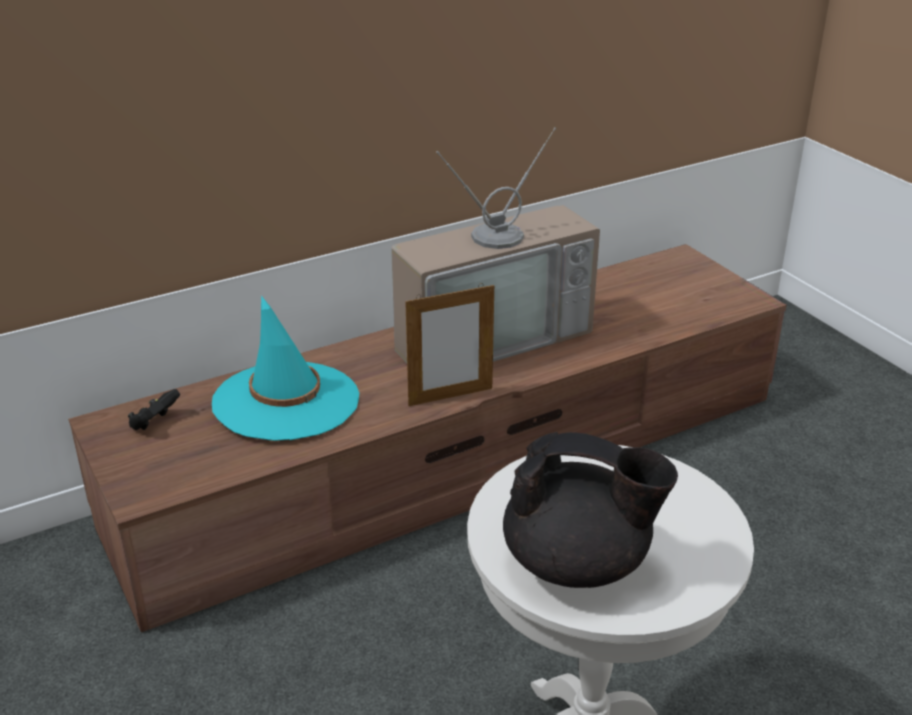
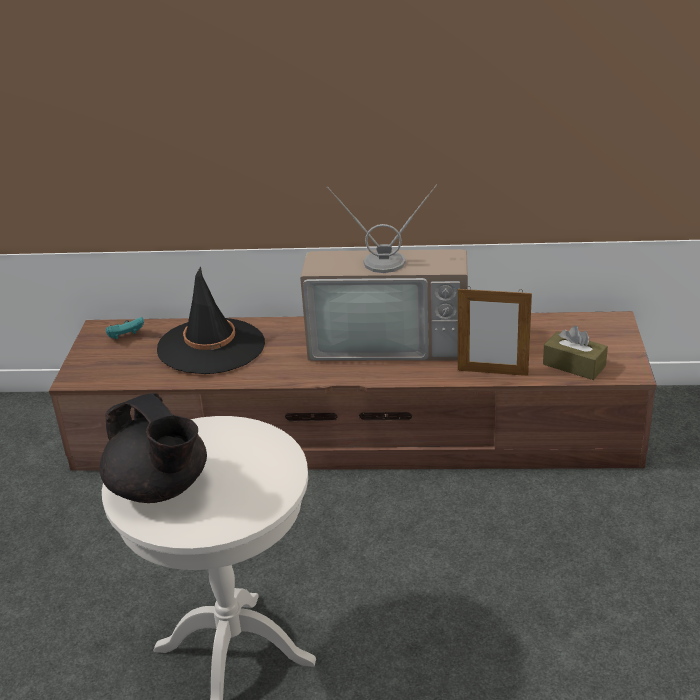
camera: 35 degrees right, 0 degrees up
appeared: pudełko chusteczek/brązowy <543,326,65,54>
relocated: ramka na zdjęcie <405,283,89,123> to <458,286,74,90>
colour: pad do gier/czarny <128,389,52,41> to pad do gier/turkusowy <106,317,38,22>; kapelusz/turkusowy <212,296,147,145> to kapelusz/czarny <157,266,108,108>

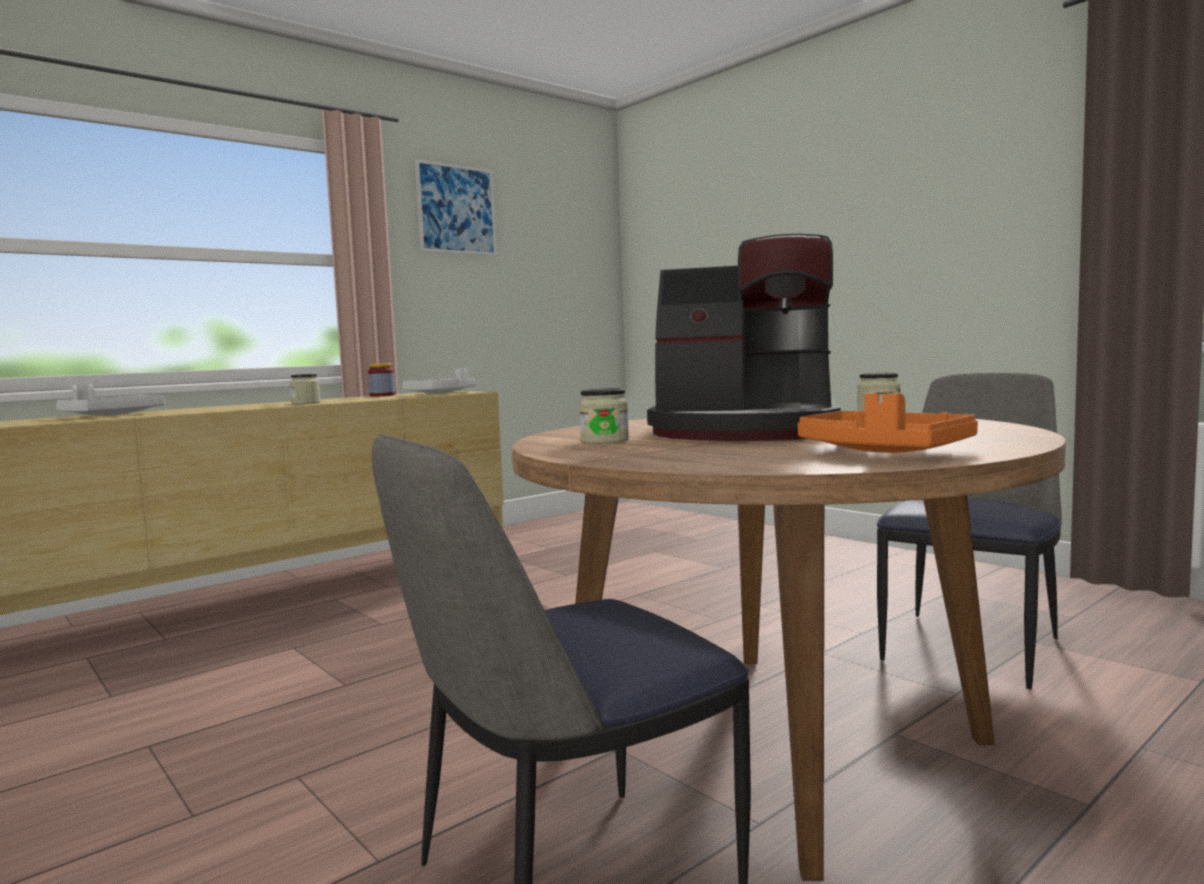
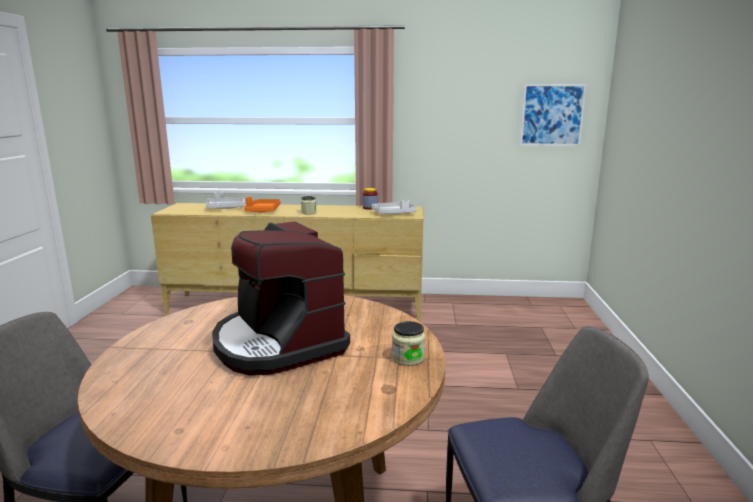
camera: 45 degrees right, 10 degrees up
missing: słoik <579,388,50,56>
relocated: obraz <415,159,82,97> to <520,84,67,62>; taca/pomarańczowy <798,393,180,60> to <244,196,36,16>

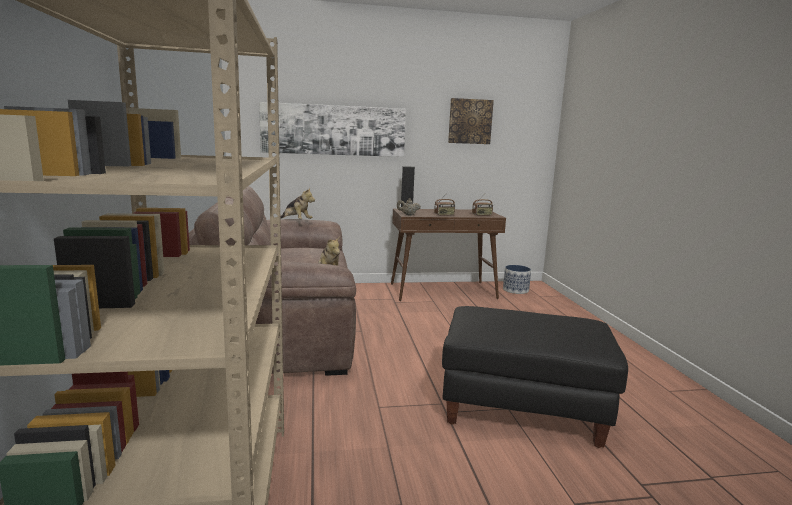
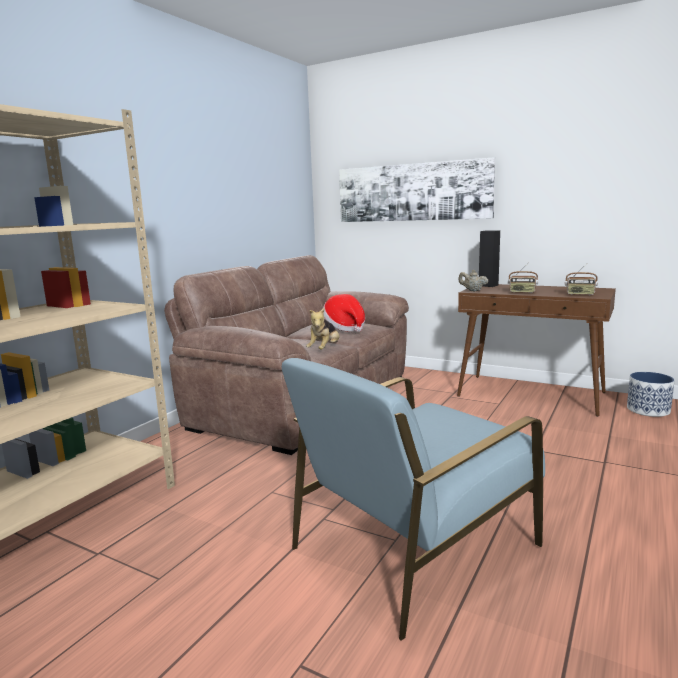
camera: 40 degrees right, 0 degrees up
missing: pluszak <280,188,35,31>; obraz <448,98,46,46>
appeared: kapelusz <323,294,42,38>
exchanged: pufa/czarny <442,306,186,142> to fotel/niebieski <282,358,263,283>

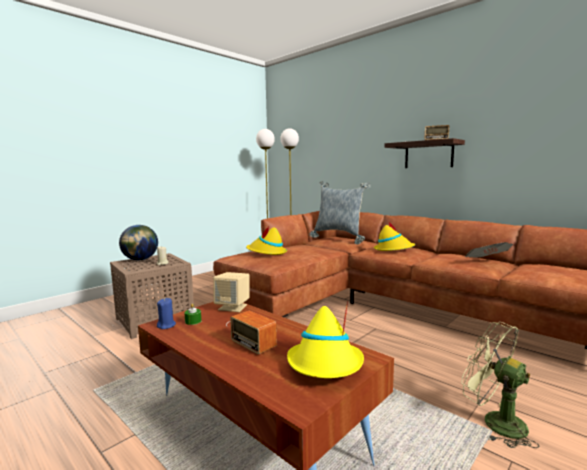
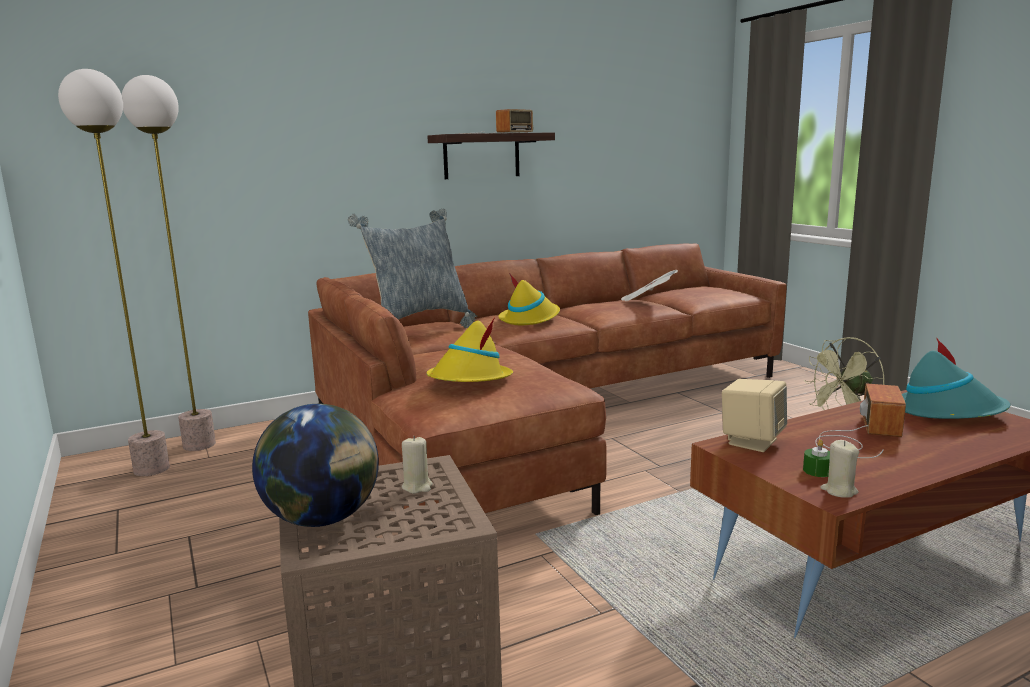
camera: 70 degrees left, 5 degrees up
colour: świeca/niebieski <157,298,19,31> to świeca/beżowy <820,440,39,57>; kapelusz/żółty <287,301,77,77> to kapelusz/turkusowy <902,337,108,82>
spun: radio <226,310,51,44> = <815,383,91,75> 45 degrees counterclockwise

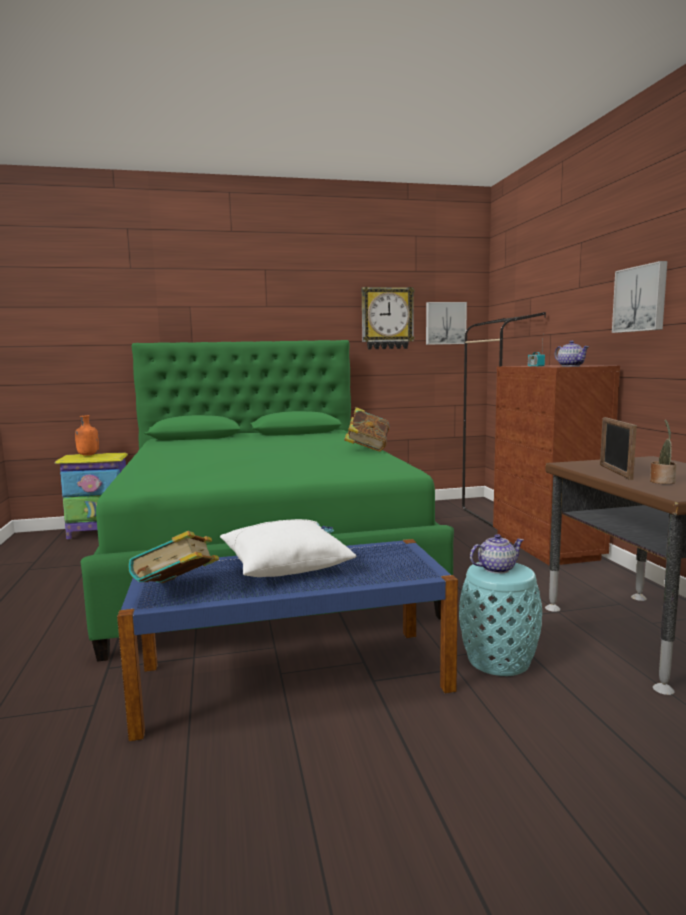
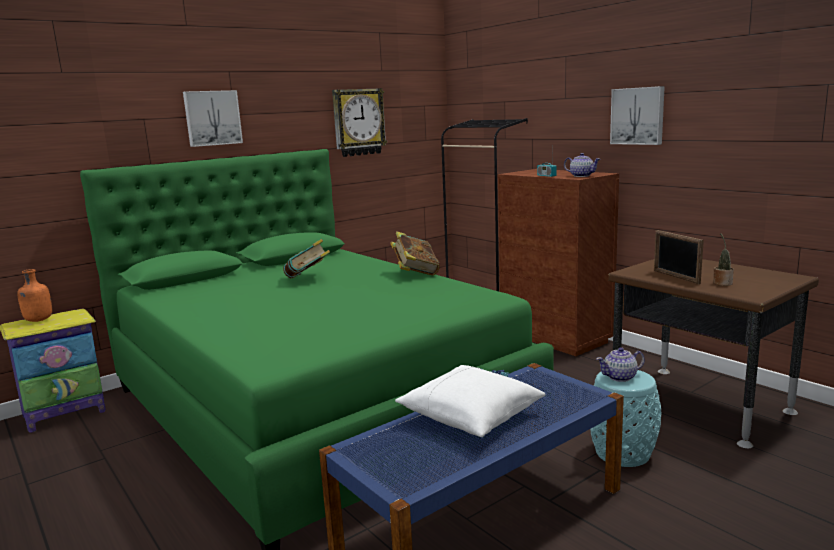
camera: 25 degrees left, 5 degrees up
relocated: książka <128,531,91,52> to <283,239,47,39>; obraz <426,302,41,43> to <183,90,60,57>
spun: imbryk <470,534,54,40> = <596,347,49,35> 150 degrees counterclockwise

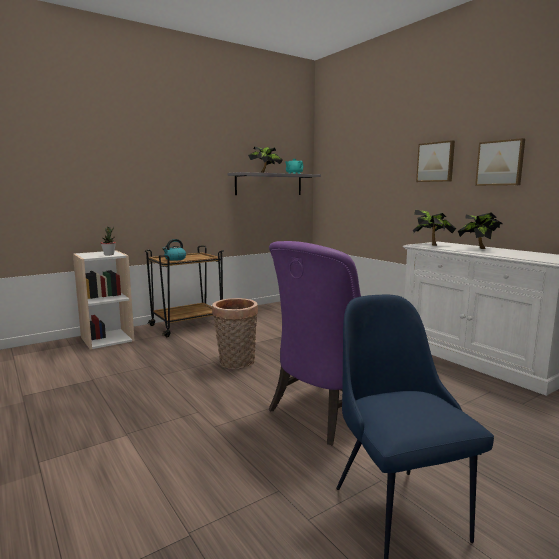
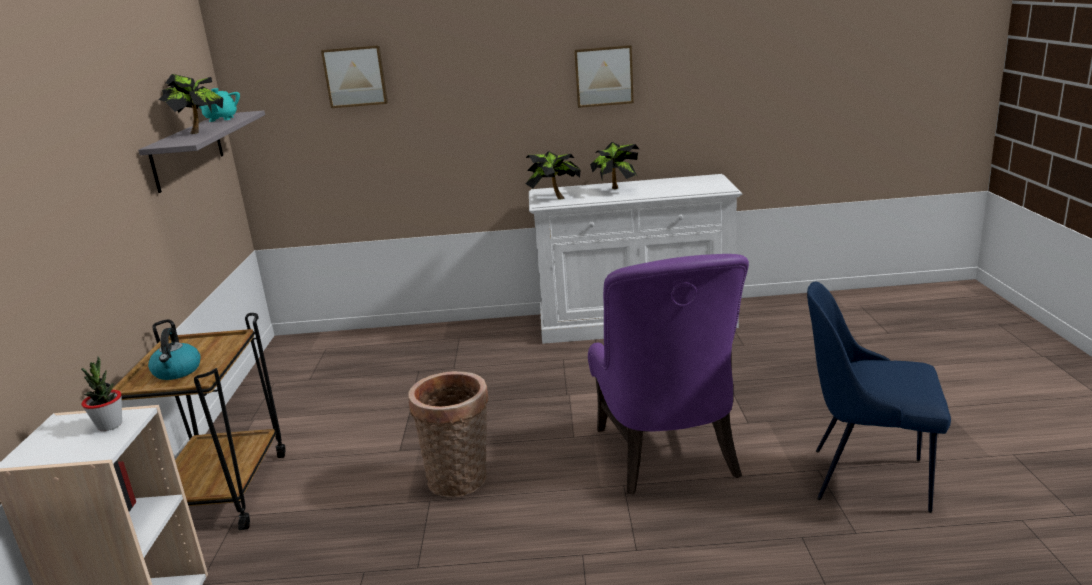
camera: 55 degrees left, 10 degrees up
relocated: obraz <416,140,39,42> to <321,45,67,63>

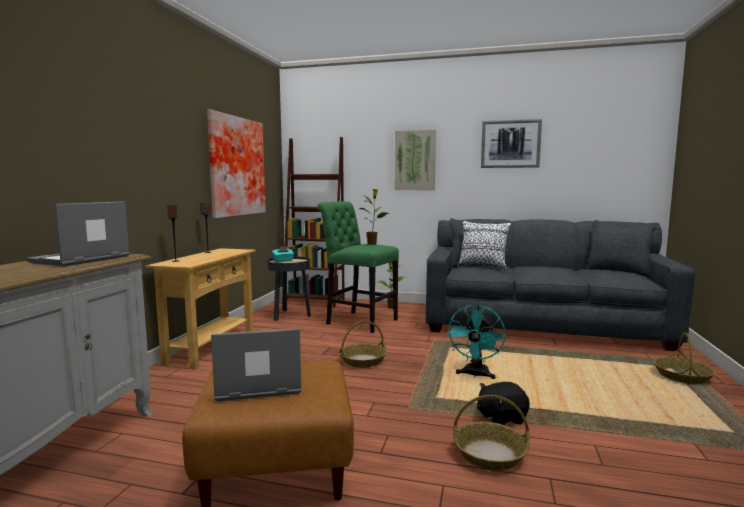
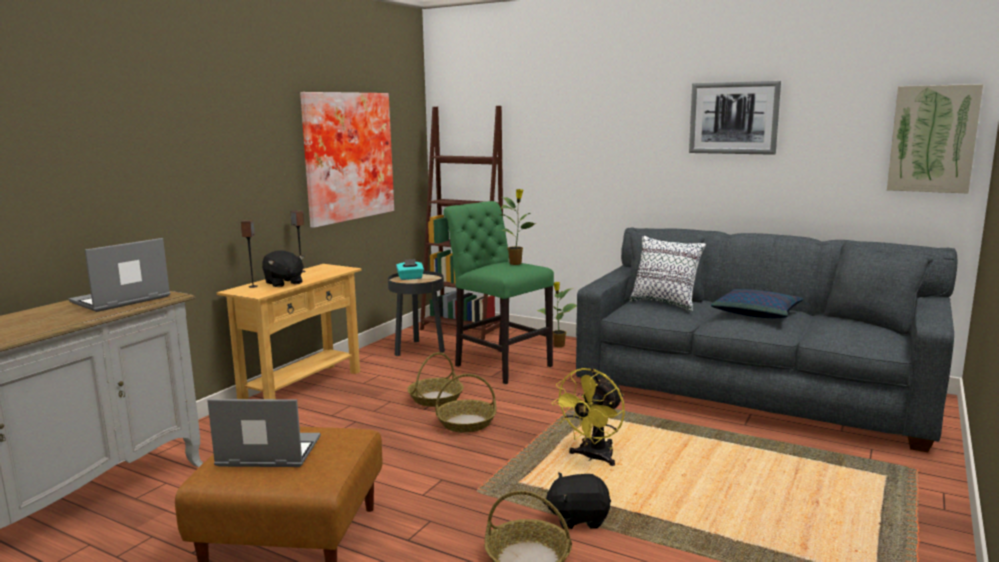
camera: 15 degrees right, 5 degrees up
appeared: pluszak/czarny <262,250,42,37>; poduszka/niebieski <711,289,93,29>
relocated: obraz <395,130,41,60> to <887,84,96,109>; koszyk <653,332,63,52> to <407,352,57,55>
colour: wentylator/turkusowy <446,305,60,74> to wentylator/żółty <551,368,74,98>

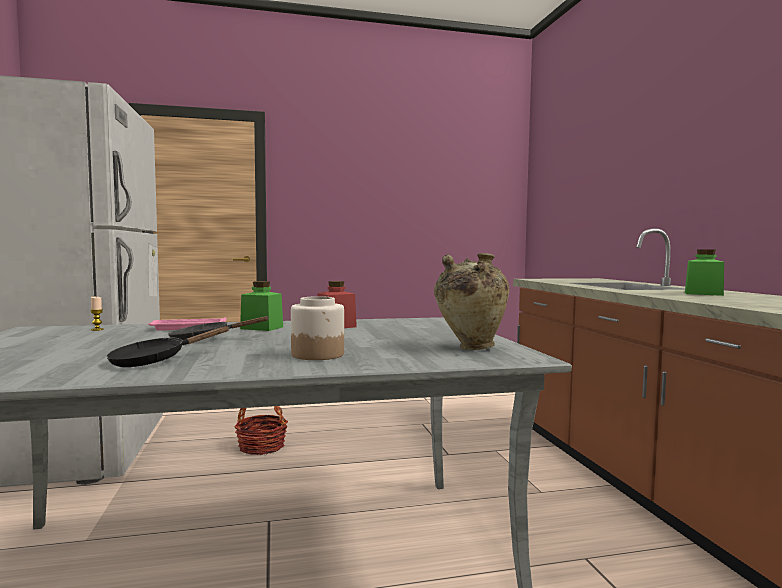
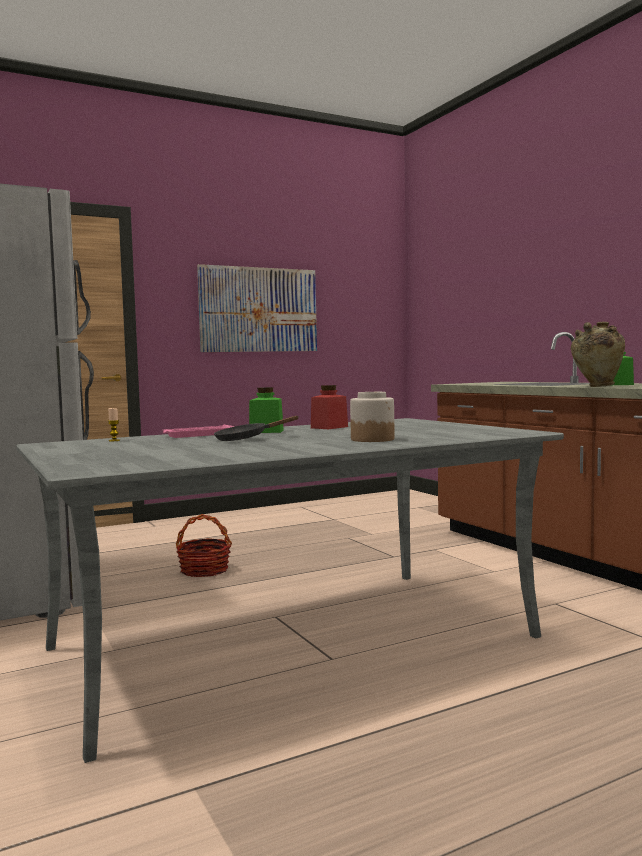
camera: 15 degrees left, 0 degrees up
missing: patelnia/czarny <106,326,124,41>
appeared: obraz <197,264,120,88>
relocated: wazon/beżowy <434,253,76,97> to <571,322,54,65>

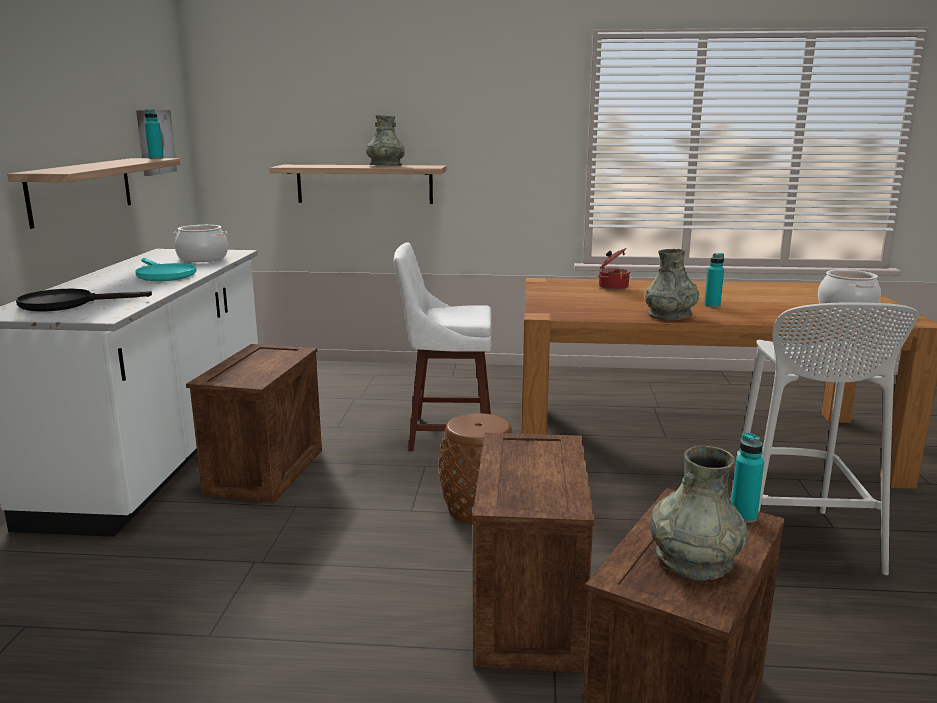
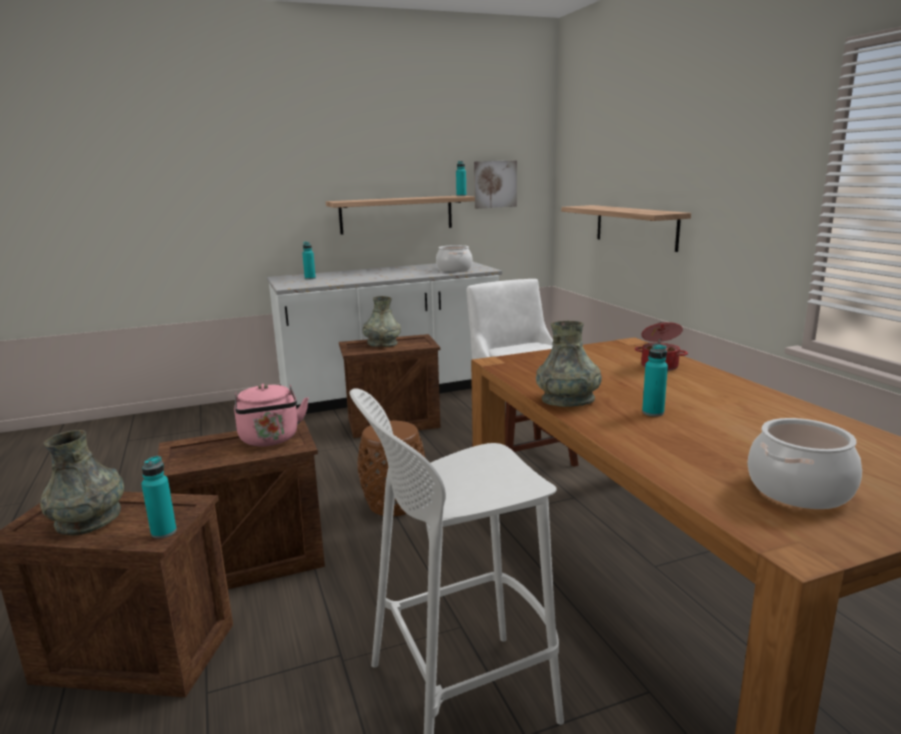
camera: 65 degrees right, 0 degrees up
missing: patelnia/turkusowy <135,258,62,23>
appeared: czajnik/różowy <234,384,75,63>
relocated: wazon/szary <366,115,39,51> to <363,296,38,51>
exchanged: patelnia/czarny <16,289,136,23> to butelka/turkusowy <302,242,14,38>

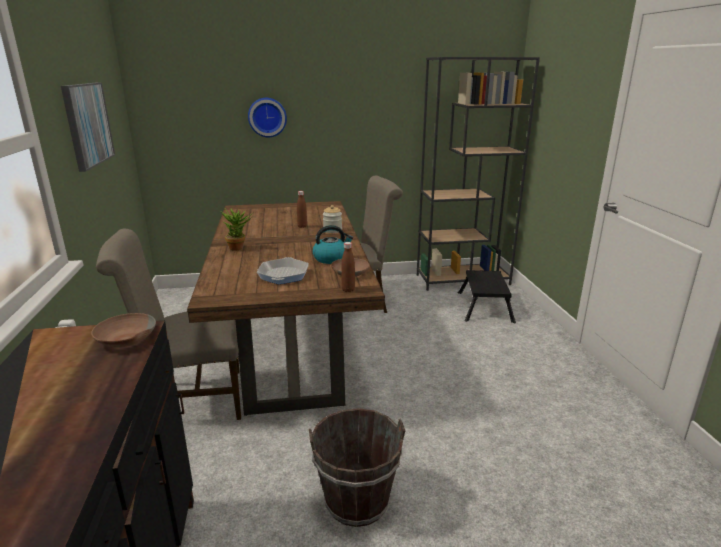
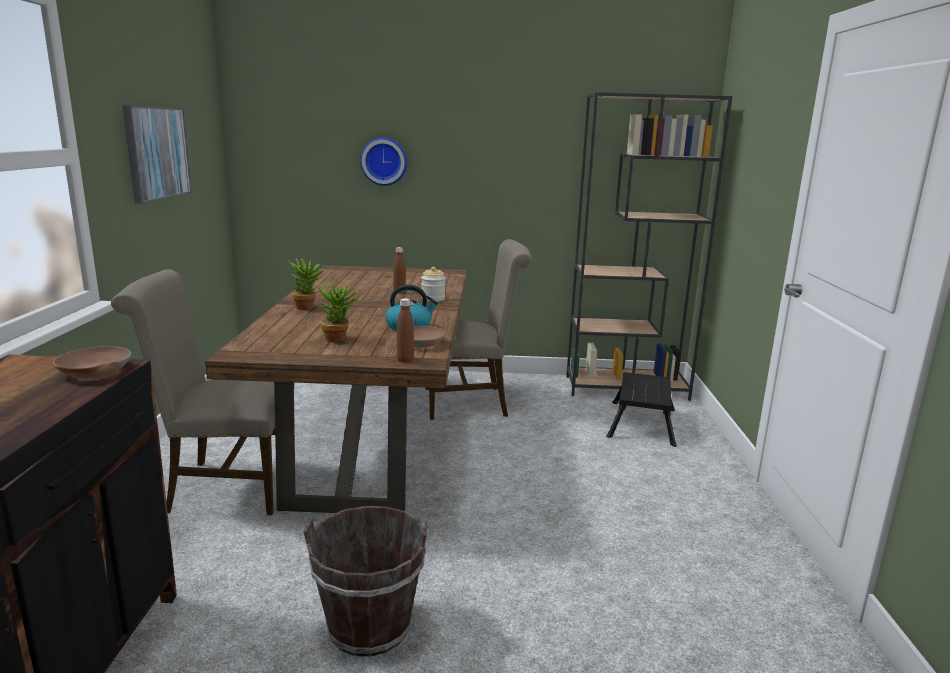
camera: 10 degrees right, 5 degrees down
exchanged: patelnia <257,257,52,27> to roślina doniczkowa <317,283,44,59>

